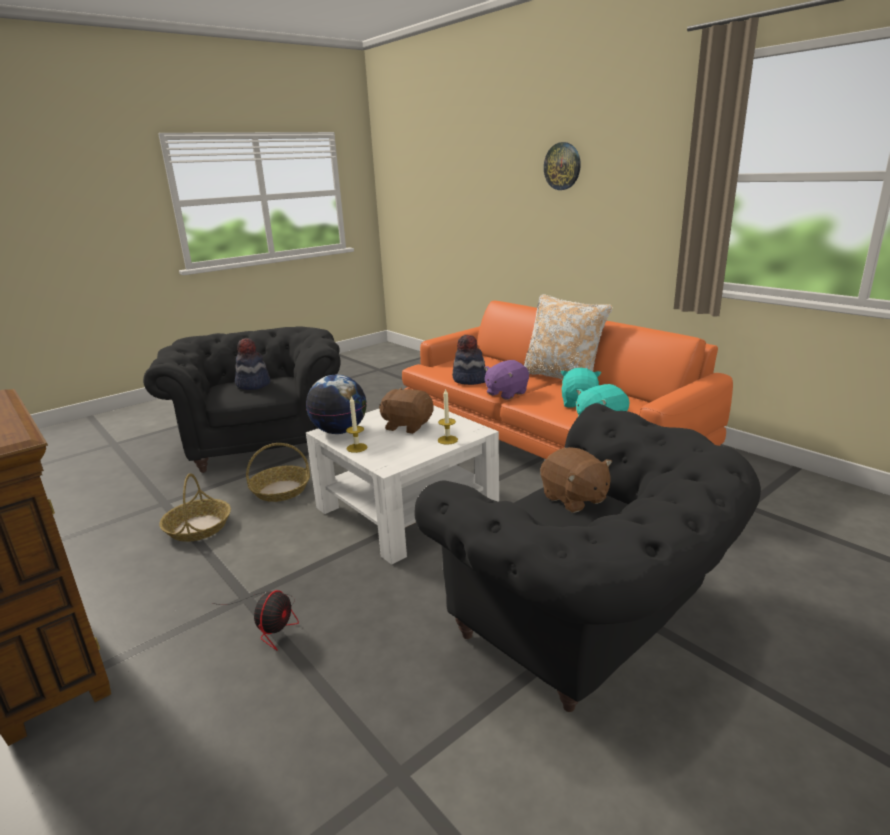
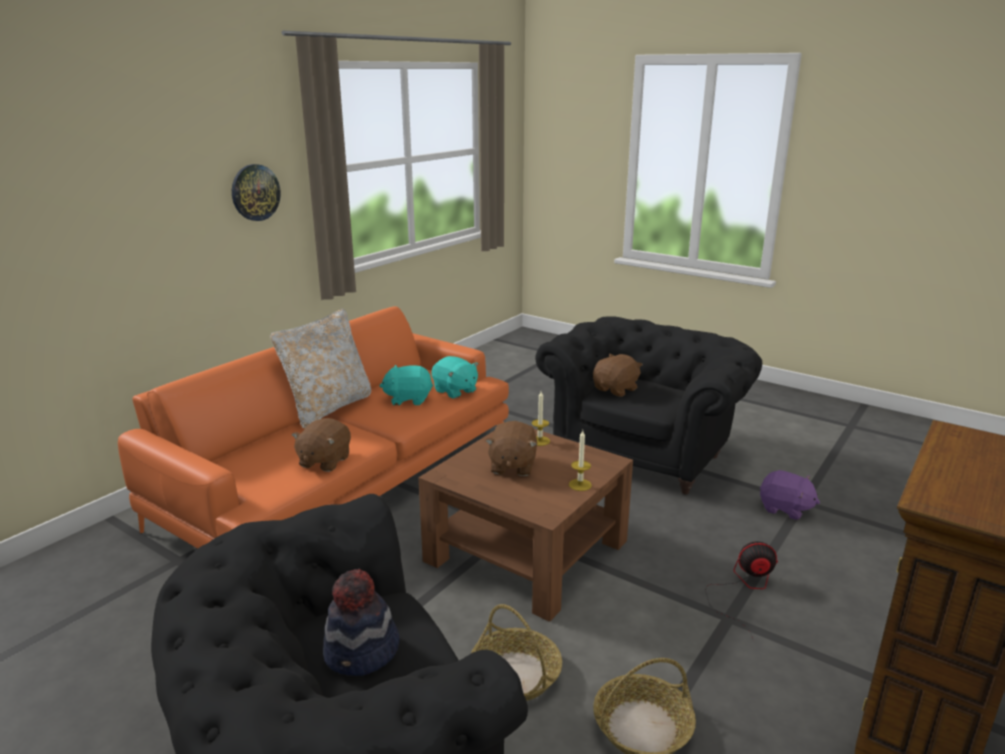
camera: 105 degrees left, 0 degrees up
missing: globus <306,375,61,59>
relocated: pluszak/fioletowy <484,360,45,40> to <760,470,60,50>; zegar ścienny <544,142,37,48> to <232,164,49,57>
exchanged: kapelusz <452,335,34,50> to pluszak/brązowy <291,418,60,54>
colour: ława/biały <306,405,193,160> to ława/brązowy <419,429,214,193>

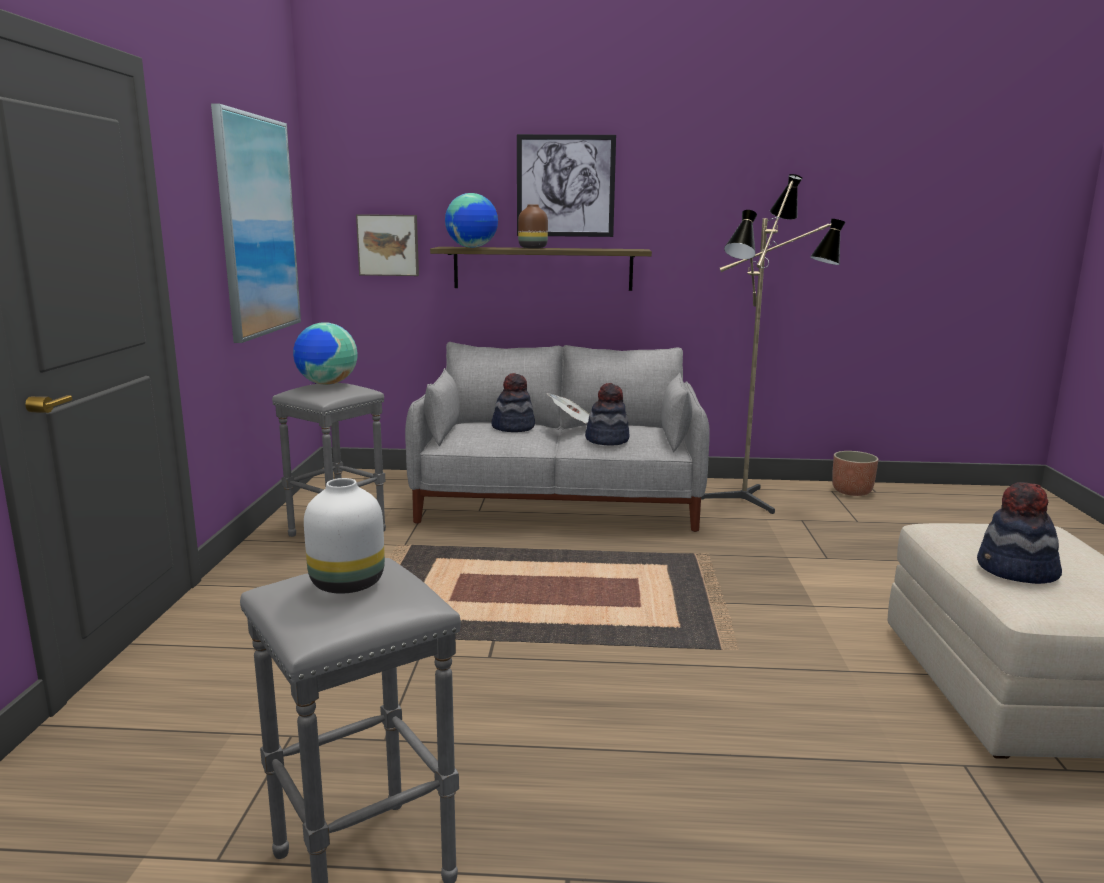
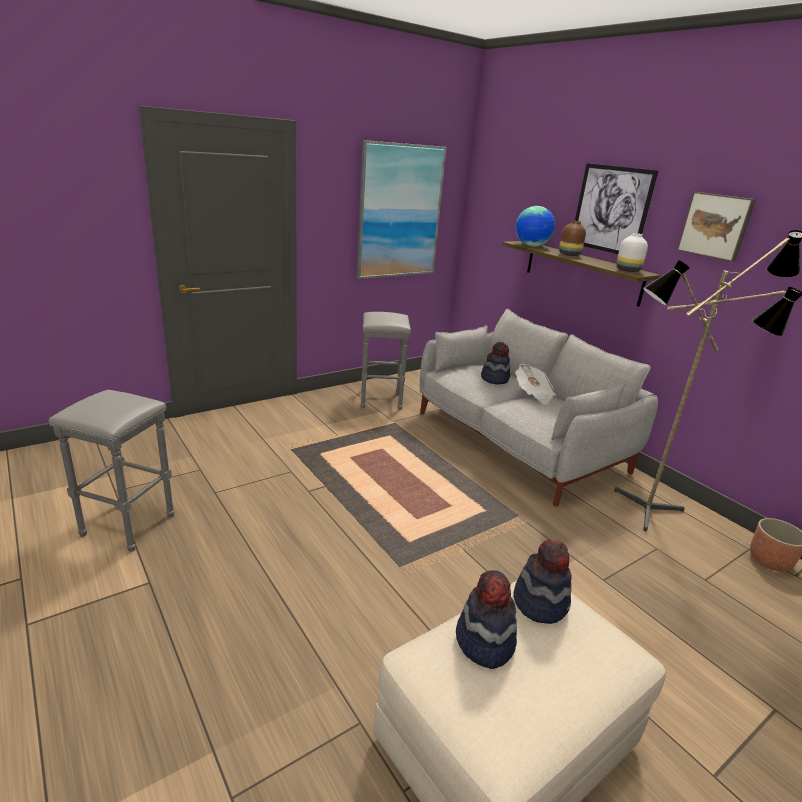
camera: 50 degrees right, 10 degrees up
missing: globus <293,322,65,63>
relocated: wazon/biały <304,478,81,116> to <616,233,32,39>; obraz <356,214,63,62> to <677,192,79,70>; kapelusz <585,383,45,63> to <514,539,58,85>

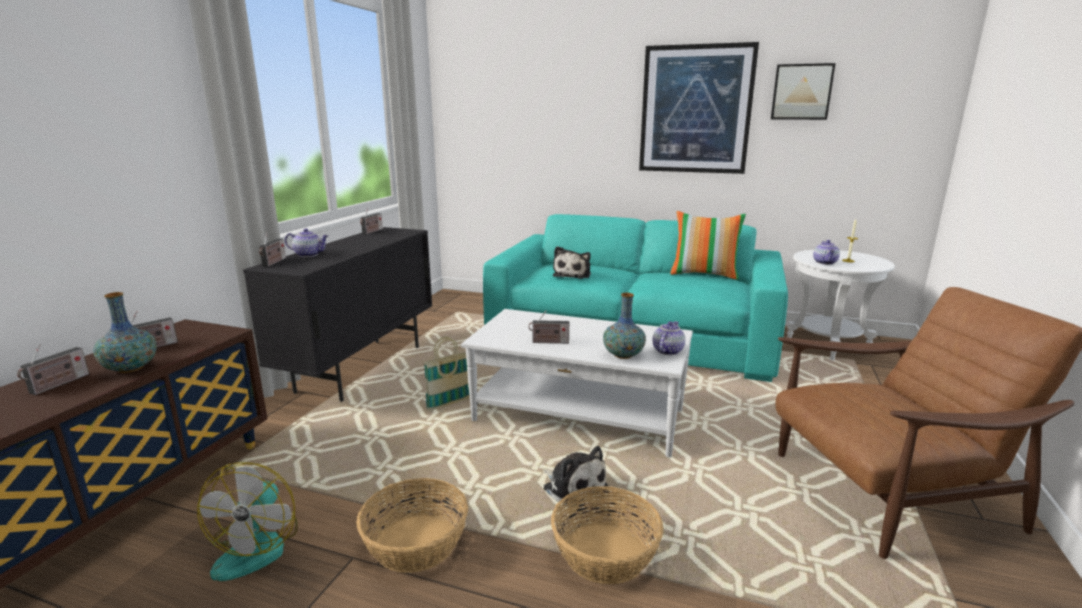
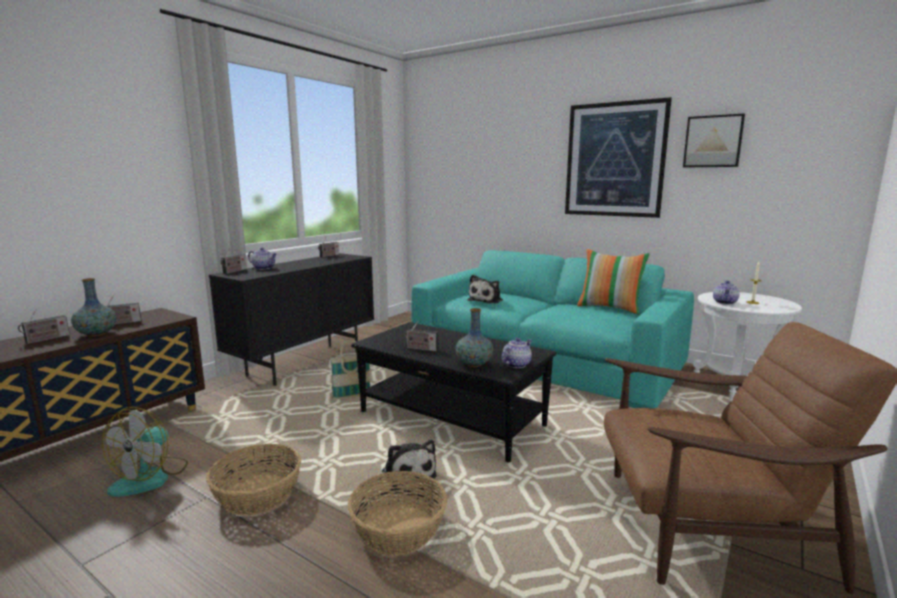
camera: 15 degrees right, 5 degrees down
colour: ława/biały <461,309,232,148> to ława/czarny <351,322,205,140>

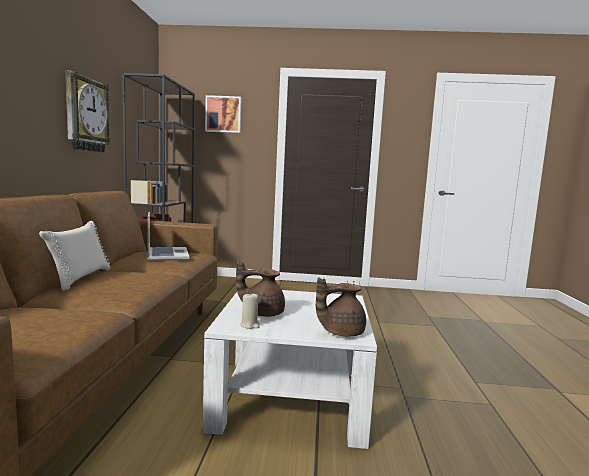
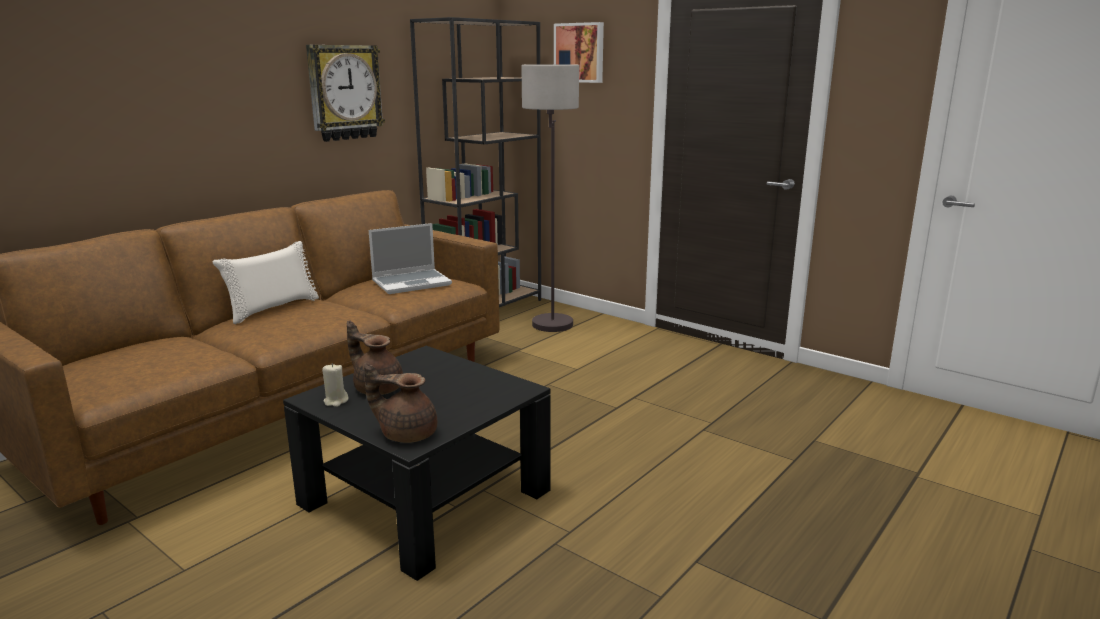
camera: 35 degrees right, 10 degrees up
appeared: lampa stojąca/szary <522,64,57,268>
colour: ława/biały <203,290,174,159> to ława/czarny <283,346,267,235>
spun: laptop <147,212,42,49> = <369,223,83,71> 45 degrees clockwise

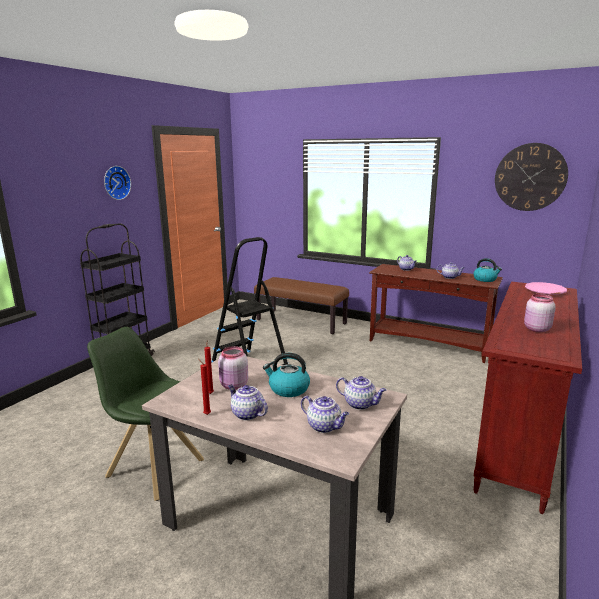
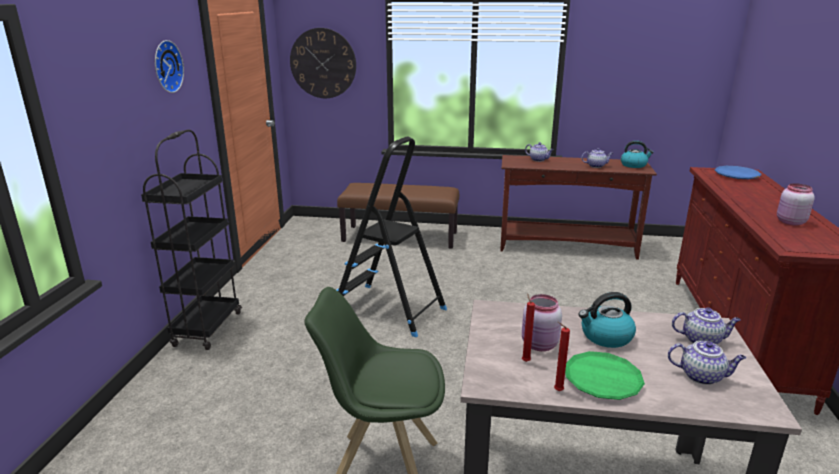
camera: 20 degrees left, 5 degrees up
relocated: zegar ścienny <495,143,73,68> to <290,28,66,70>
exchanged: imbryk <228,384,40,37> to talerz/zielony <565,351,80,49>
colour: talerz/różowy <525,282,42,13> to talerz/niebieski <715,166,47,13>

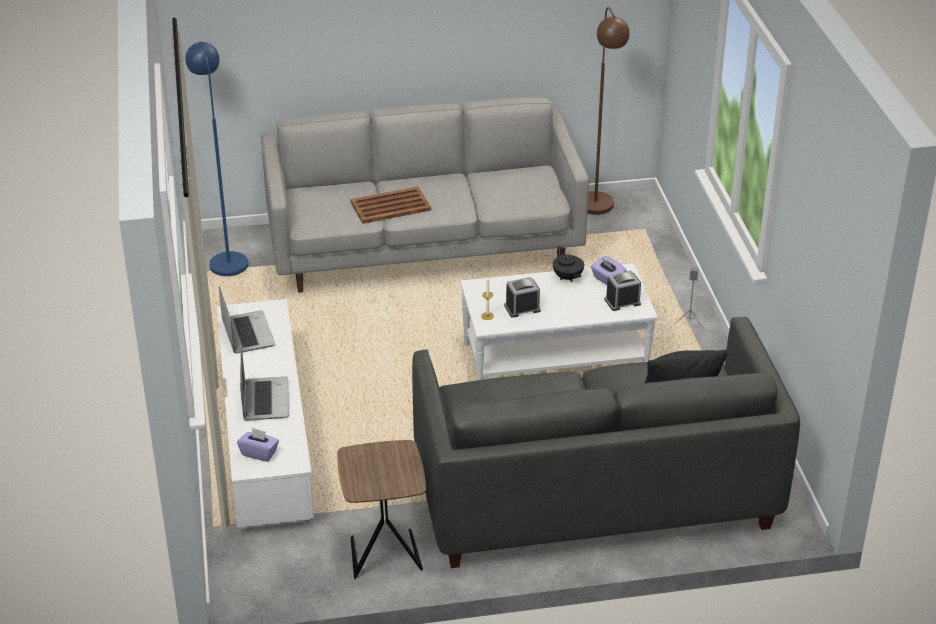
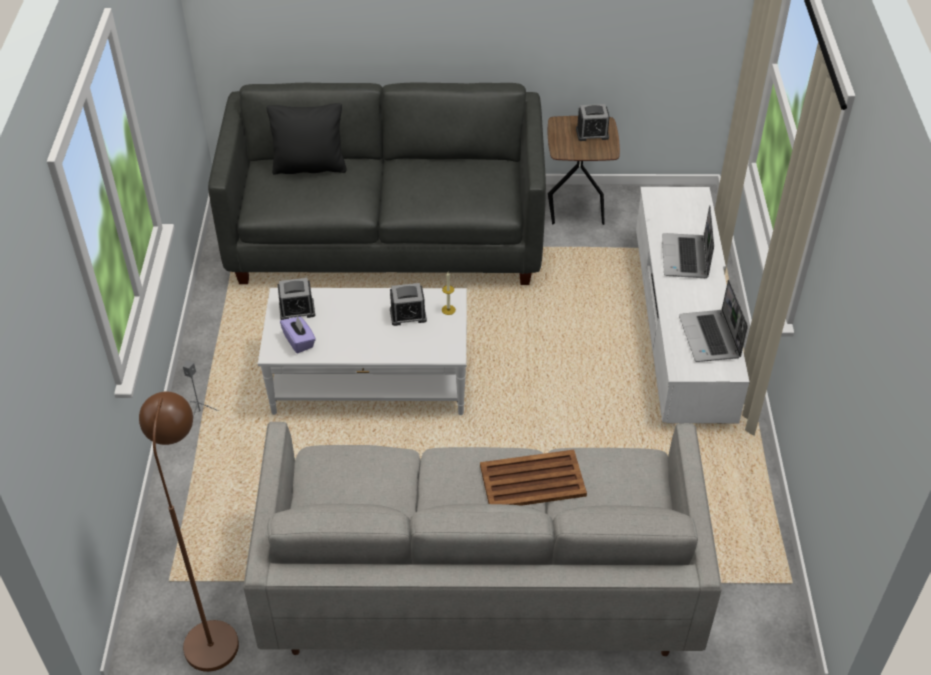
camera: 170 degrees left, 10 degrees up
missing: lampa stojąca/niebieski <185,41,63,235>; pudełko chusteczek/fioletowy <237,427,42,35>; imbryk/czarny <553,246,31,36>
appeared: budzik <576,104,34,37>

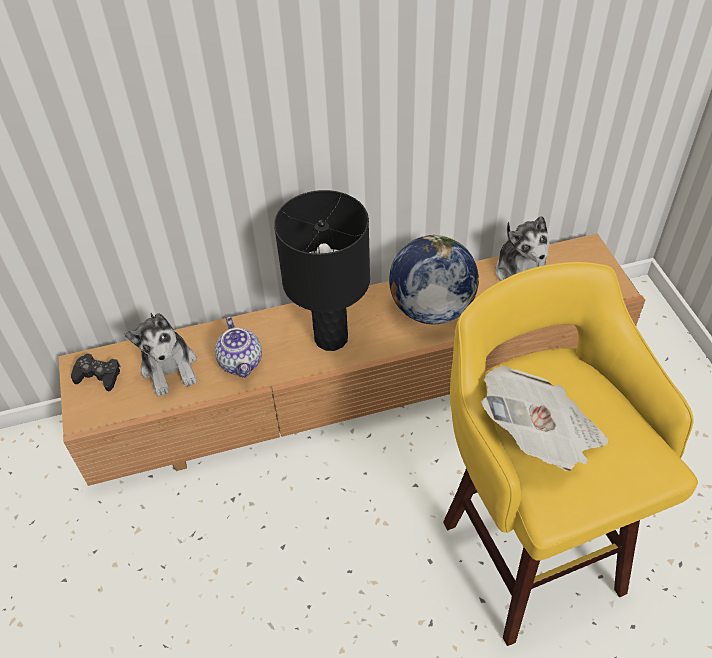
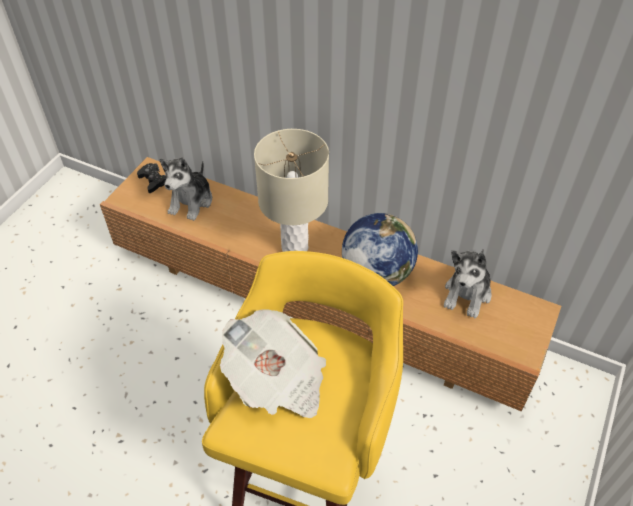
camera: 40 degrees right, 0 degrees up
missing: imbryk <215,317,47,61>
colour: lampa stołowa/czarny <274,190,96,161> to lampa stołowa/beżowy <254,129,75,123>

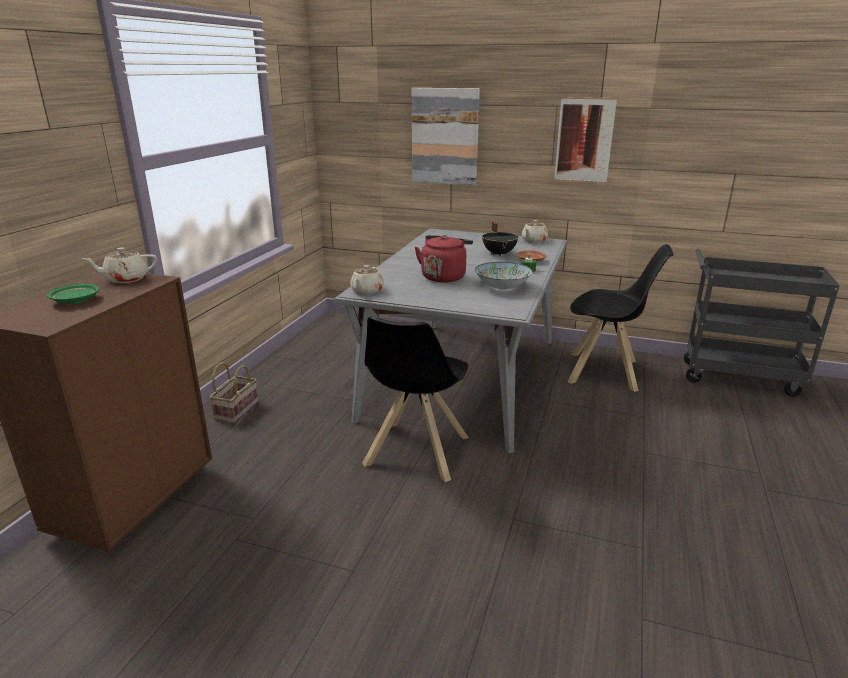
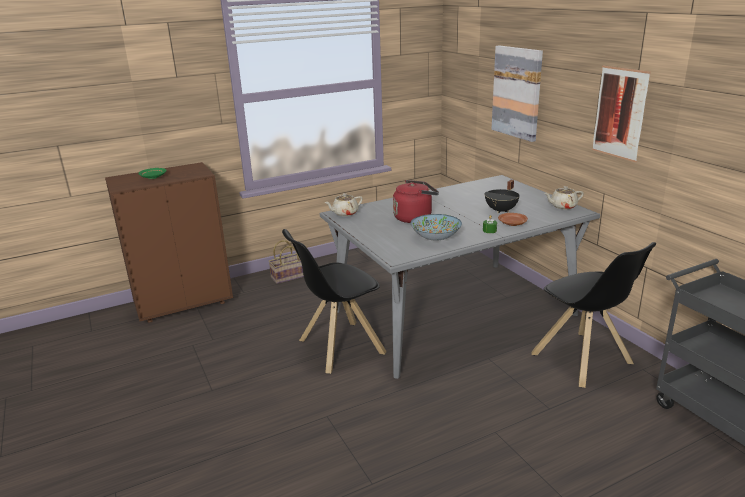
camera: 45 degrees right, 0 degrees up
missing: imbryk/beżowy <83,247,74,36>

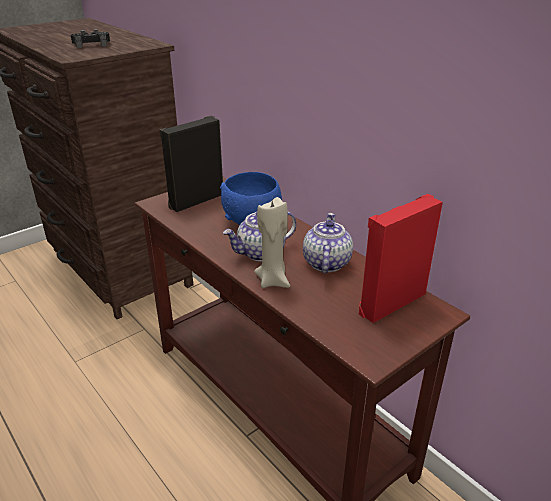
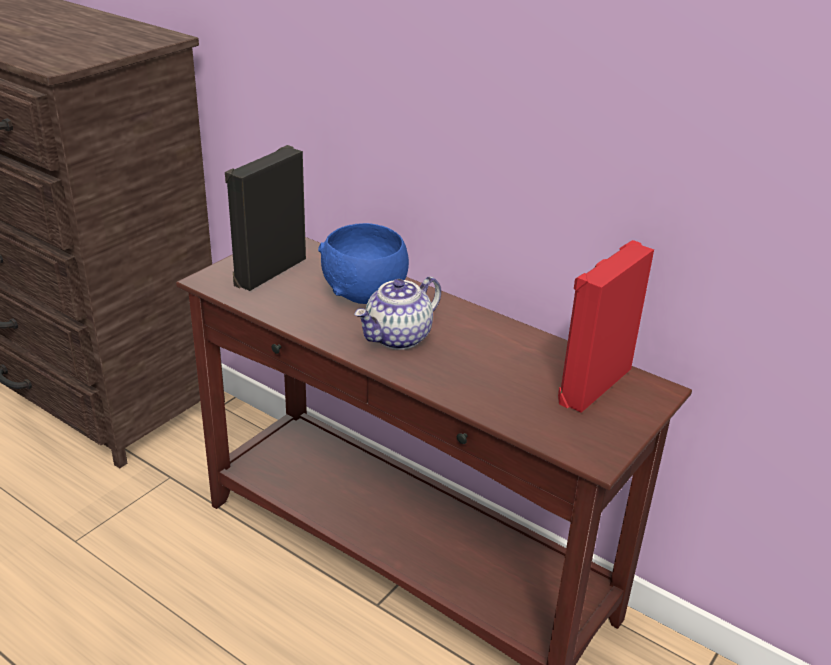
camera: 15 degrees left, 0 degrees up
missing: pad do gier/czarny <71,29,39,19>; świeca/beżowy <254,197,36,91>; imbryk <303,213,50,60>

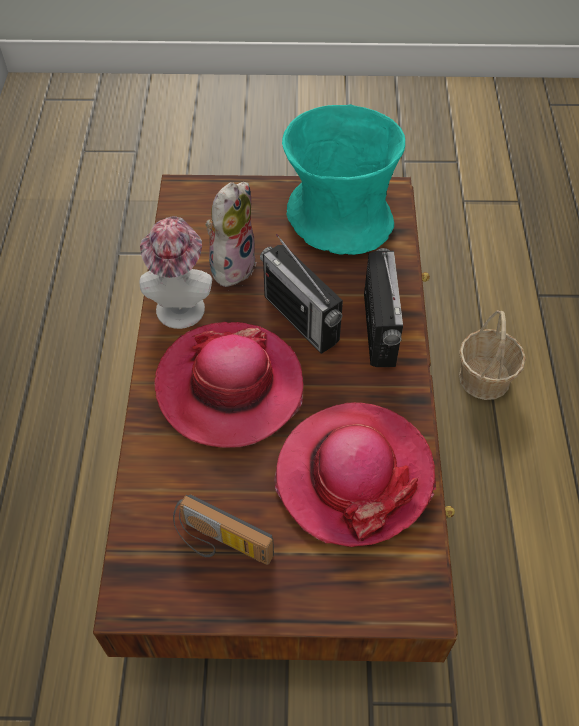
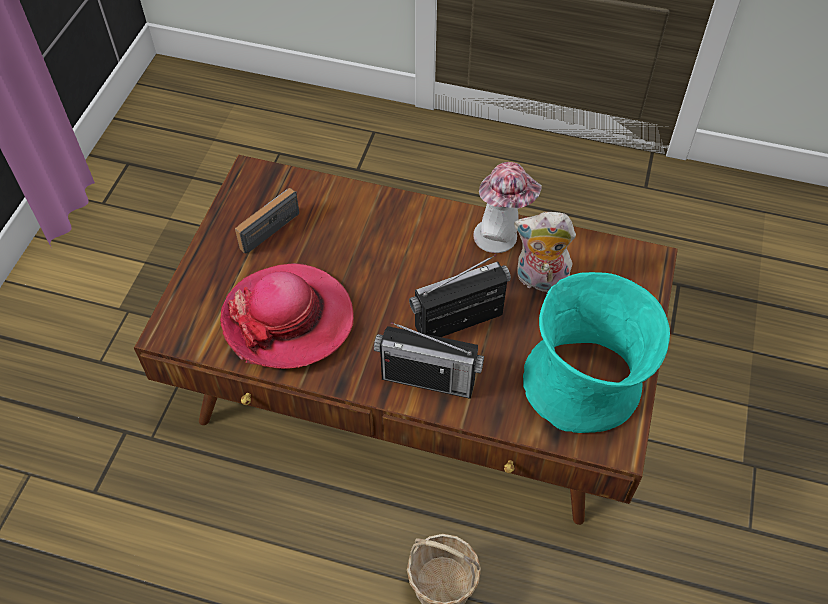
camera: 105 degrees right, 0 degrees up
missing: kapelusz <154,322,149,126>
spun: pluszak <206,182,51,105> = <514,212,62,81> 150 degrees clockwise

